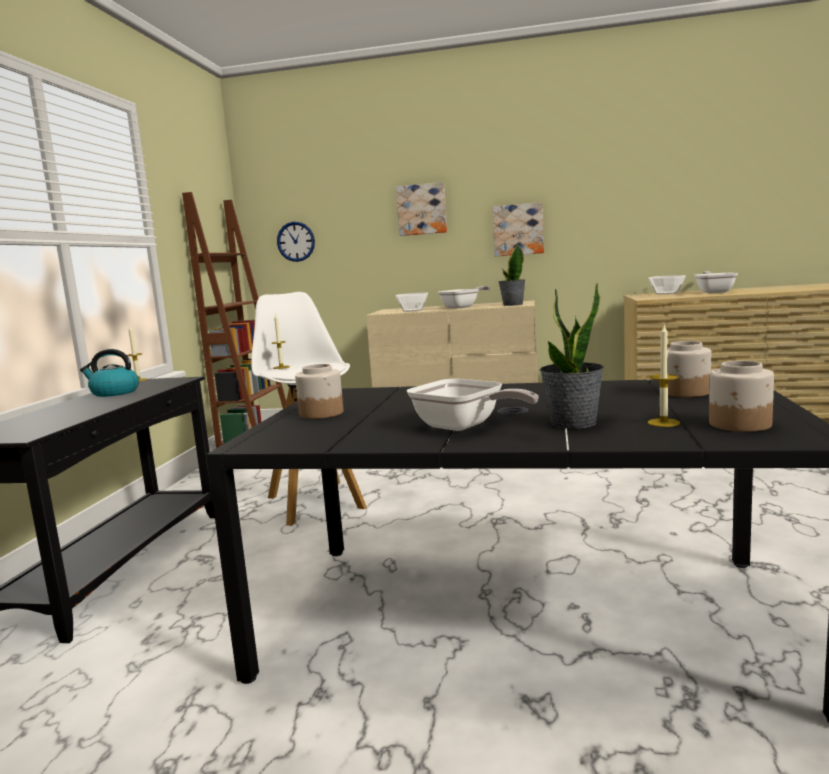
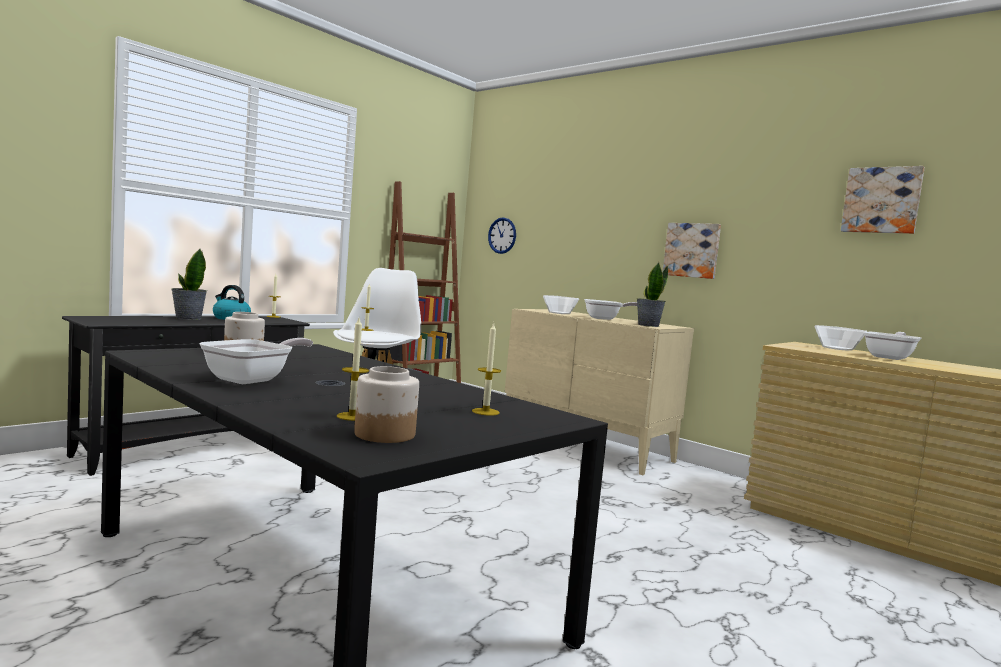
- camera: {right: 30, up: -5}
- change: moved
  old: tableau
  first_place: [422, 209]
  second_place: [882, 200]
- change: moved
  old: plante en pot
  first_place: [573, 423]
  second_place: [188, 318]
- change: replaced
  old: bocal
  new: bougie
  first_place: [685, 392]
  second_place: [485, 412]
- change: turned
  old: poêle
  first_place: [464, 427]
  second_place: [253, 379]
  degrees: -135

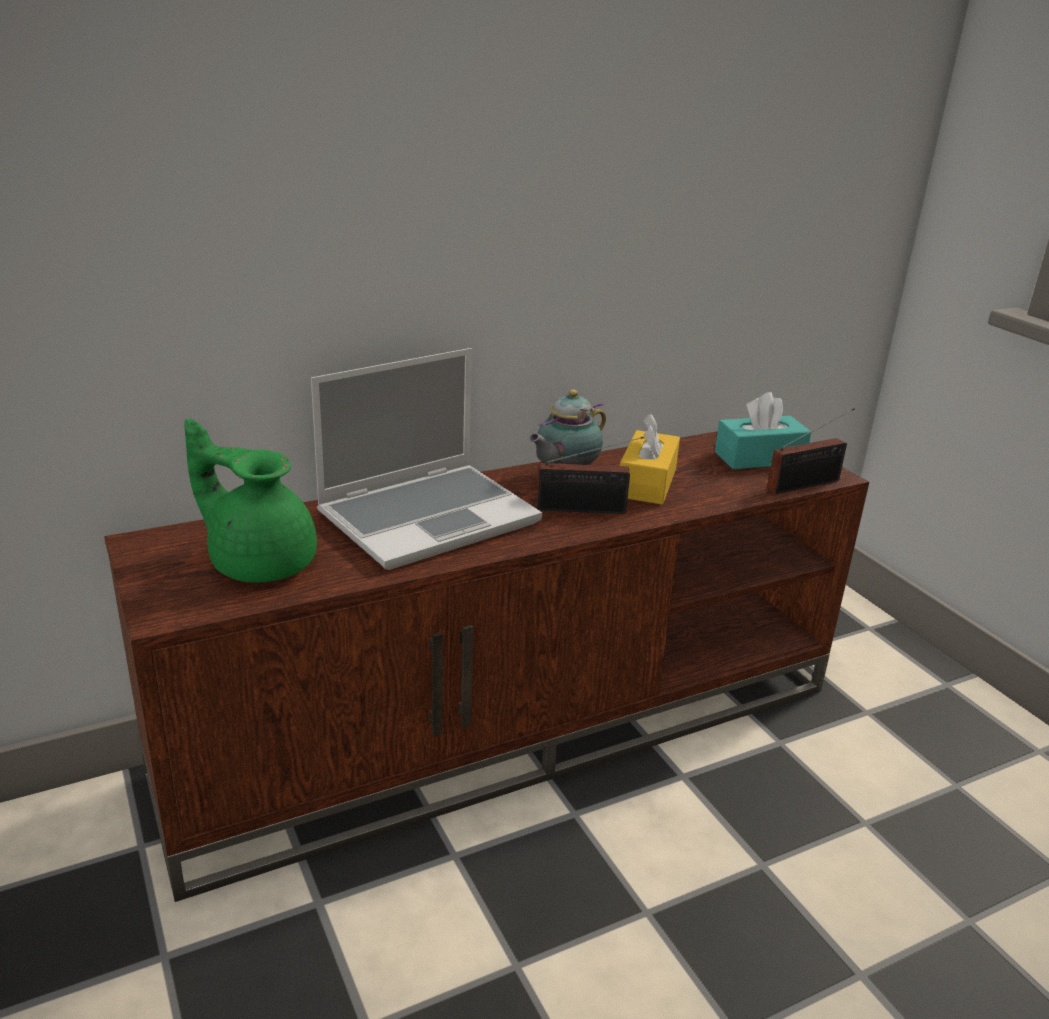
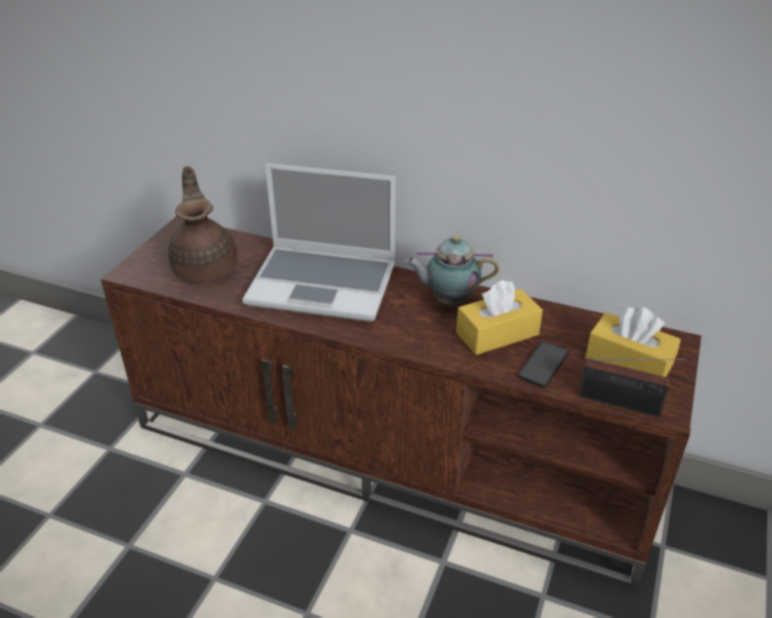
- camera: {right: 50, up: 10}
- change: recoloured
  old: boîte à mouchoirs [turquoise]
  new: boîte à mouchoirs [jaune]
  first_place: [759, 458]
  second_place: [628, 361]
- change: recoloured
  old: théière [vert]
  new: théière [marron]
  first_place: [260, 562]
  second_place: [206, 266]
- change: removed
  old: radio
  first_place: [586, 509]
- change: added
  new: téléphone
  second_place: [543, 365]

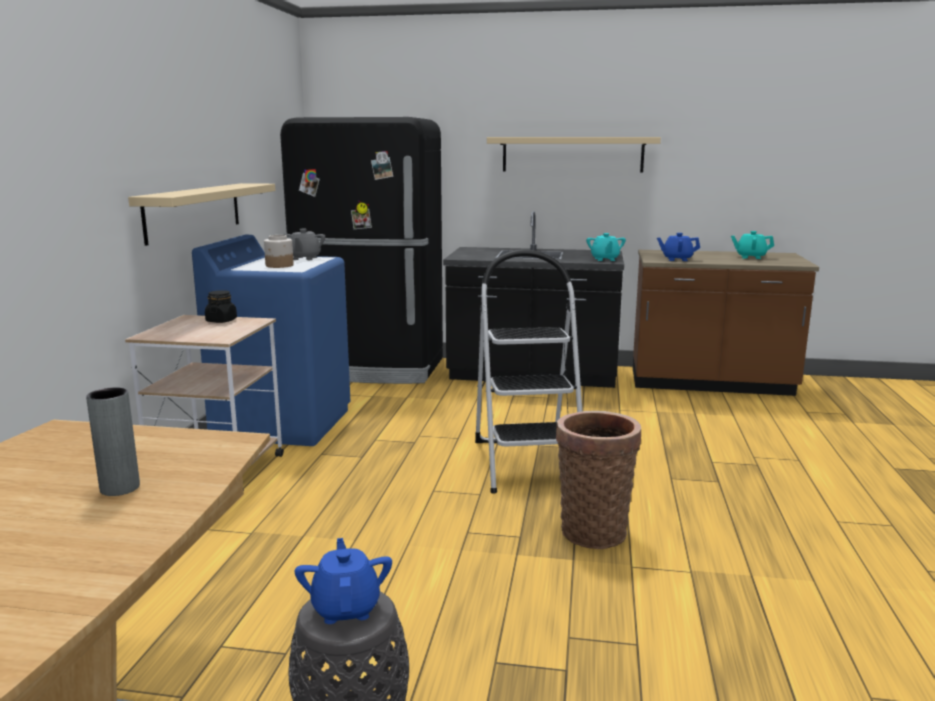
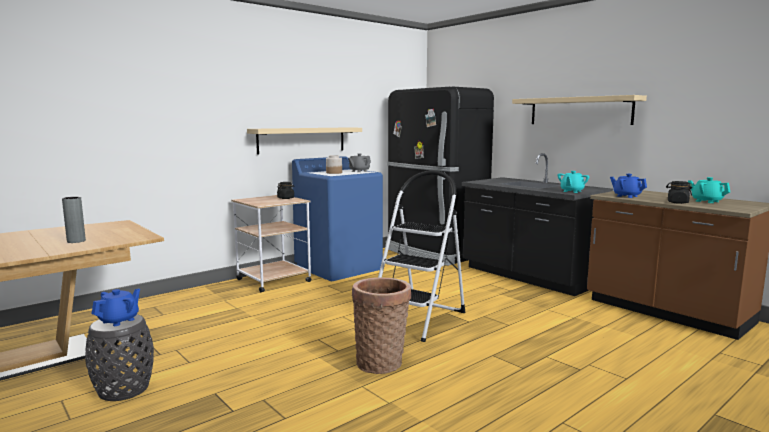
- camera: {right: 40, up: -5}
- change: added
  new: bocal [noir]
  second_place: [677, 202]

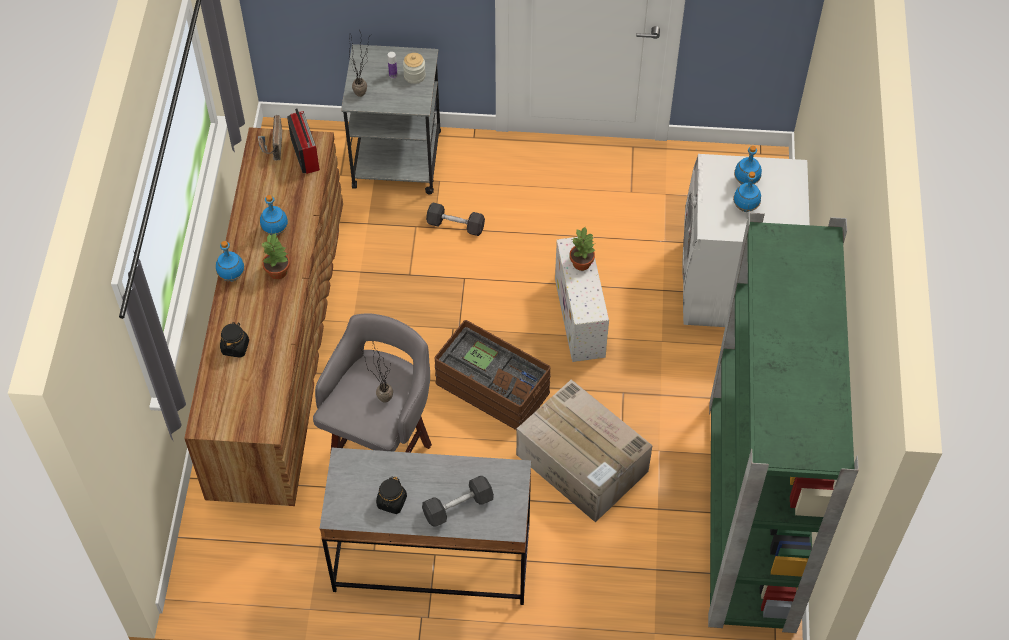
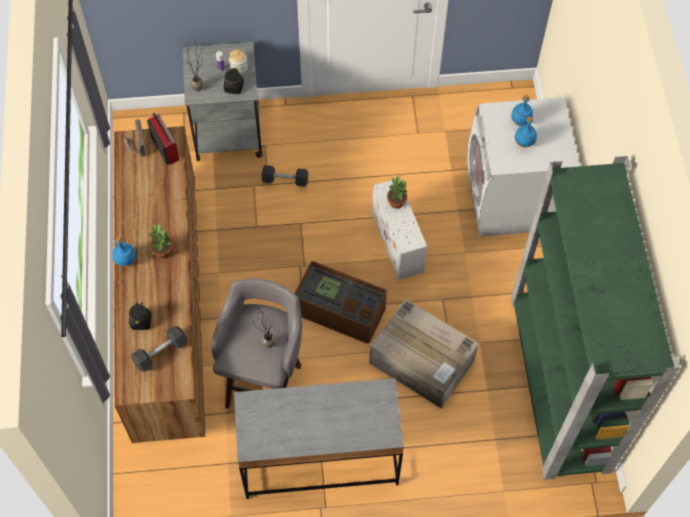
- camera: {right: -10, up: 5}
- change: removed
  old: bouteille [bleu]
  first_place: [276, 231]
- change: moved
  old: haltère [gris]
  first_place: [458, 507]
  second_place: [161, 352]
- change: moved
  old: bocal [noir]
  first_place: [392, 502]
  second_place: [234, 87]

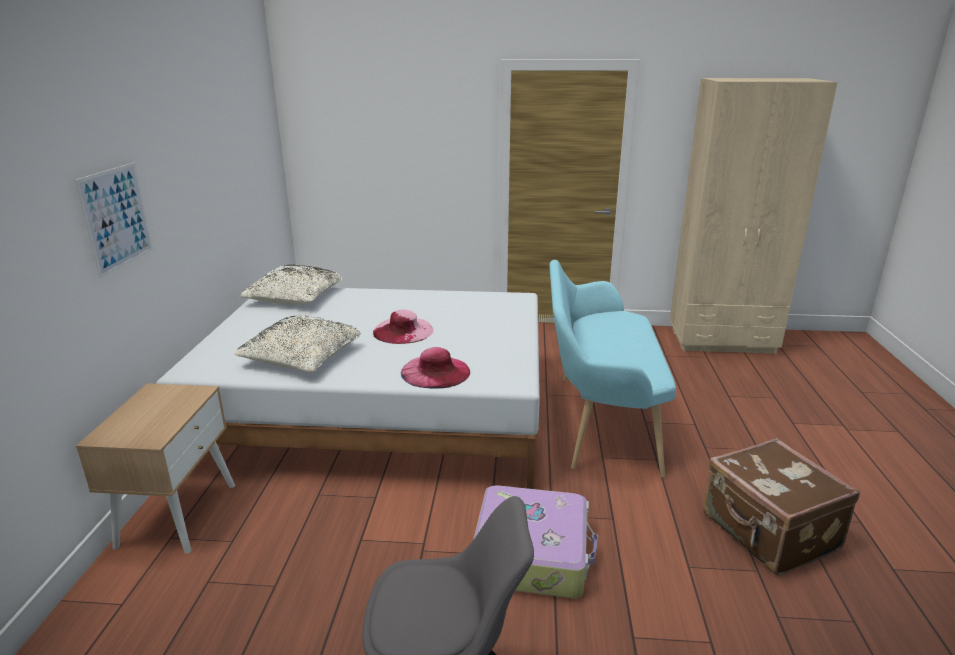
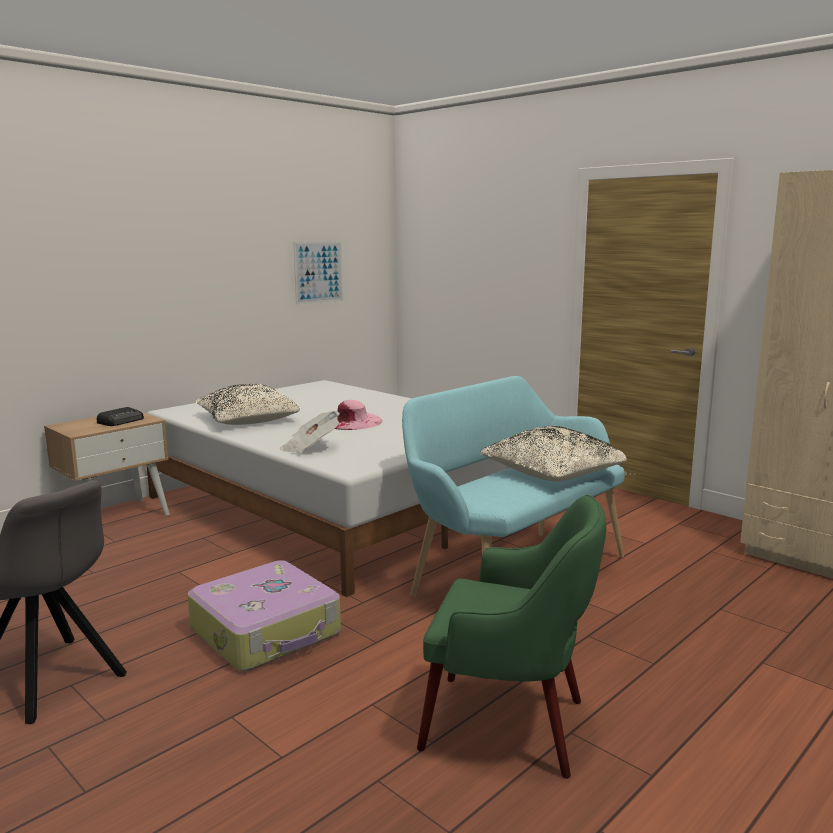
- camera: {right: 40, up: -10}
- change: moved
  old: tableau
  first_place: [117, 218]
  second_place: [318, 272]
- change: moved
  old: coussin [beige]
  first_place: [294, 297]
  second_place: [552, 471]
- change: replaced
  old: chapeau [rose]
  new: journal
  first_place: [435, 371]
  second_place: [310, 448]
- change: replaced
  old: valise [marron]
  new: fauteuil [vert]
  first_place: [768, 533]
  second_place: [508, 725]
- change: added
  new: radio
  second_place: [121, 421]

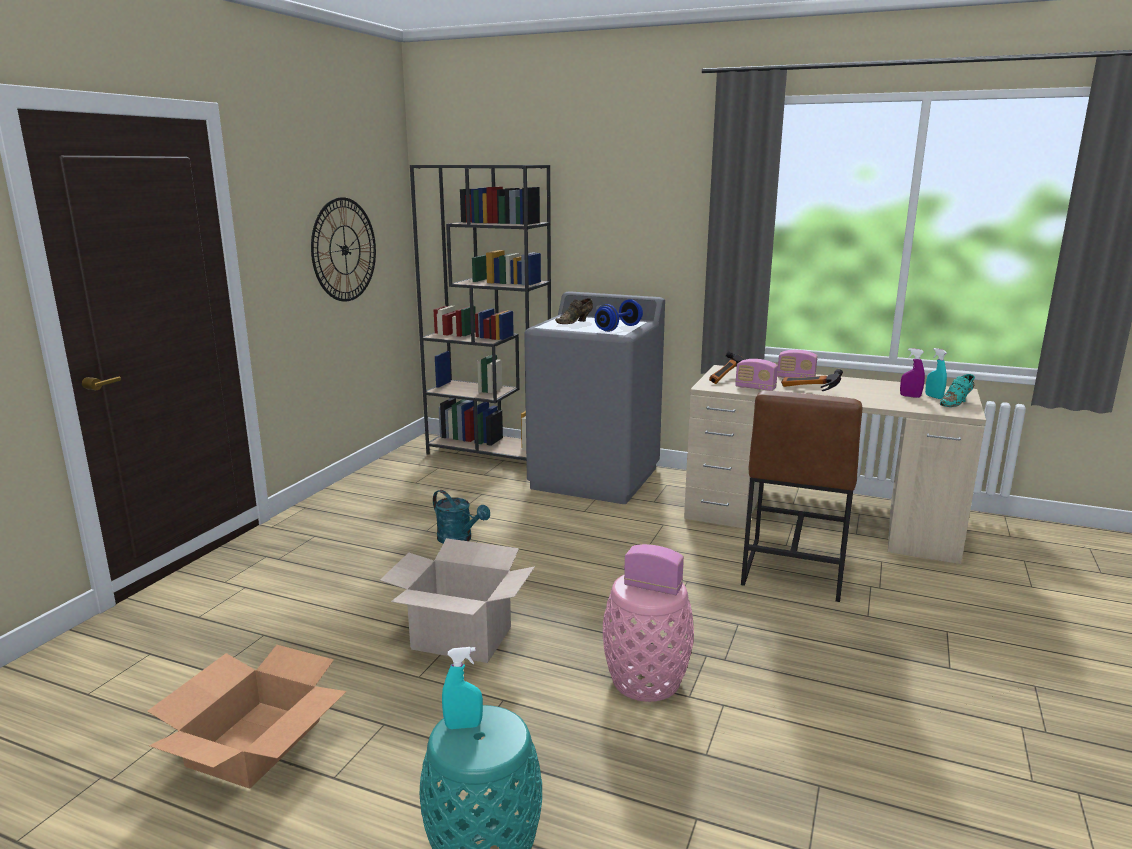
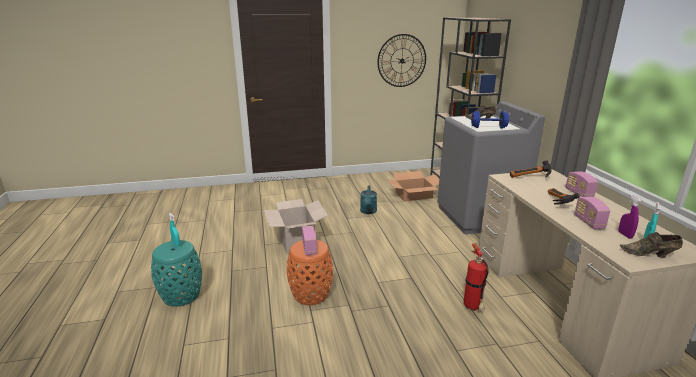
- camera: {right: 55, up: 5}
- change: moved
  old: radio
  first_place: [755, 388]
  second_place: [589, 222]
- change: recoloured
  old: chaussure [turquoise]
  new: chaussure [marron]
  first_place: [956, 403]
  second_place: [649, 254]
- change: replaced
  old: chaise [marron]
  new: extincteur
  first_place: [793, 570]
  second_place: [473, 308]
- change: recoloured
  old: tabouret [rose]
  new: tabouret [orange]
  first_place: [645, 681]
  second_place: [310, 294]
- change: moved
  old: carton
  first_place: [255, 743]
  second_place: [413, 195]

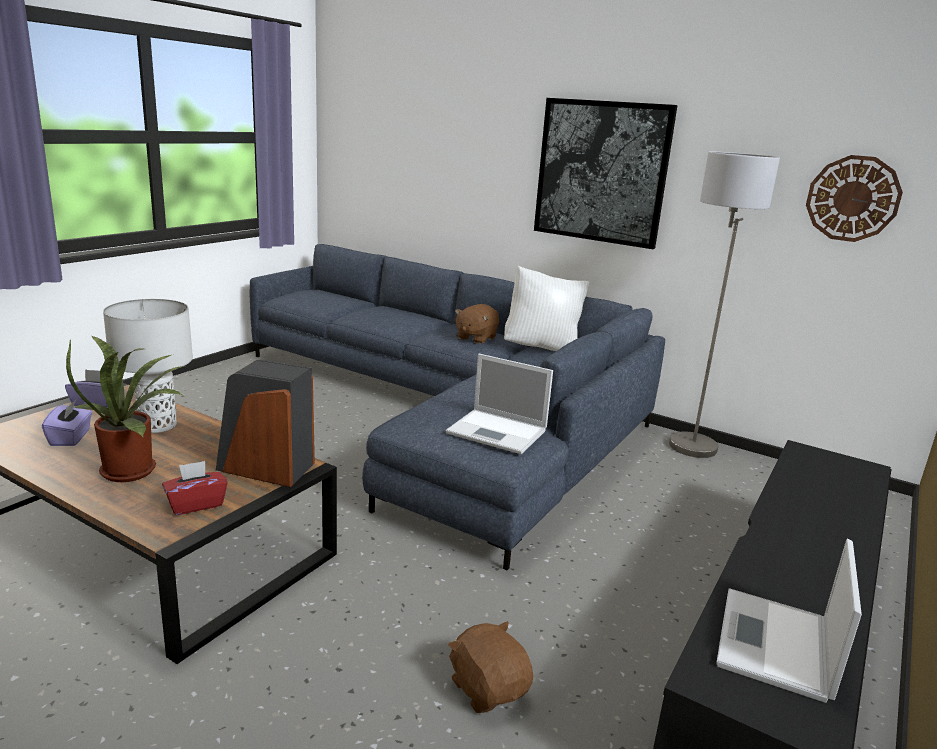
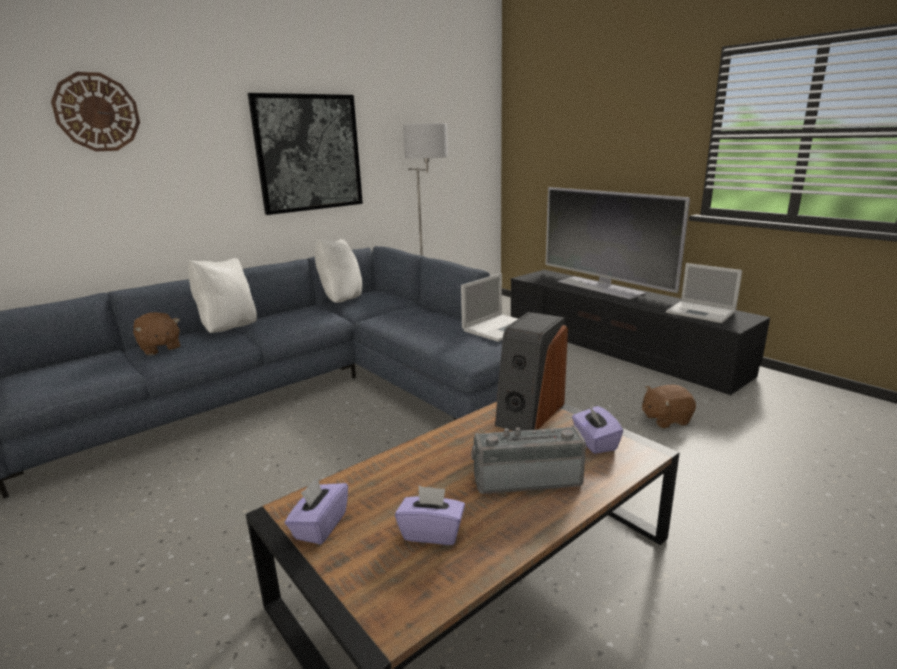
- camera: {right: -70, up: 0}
- change: moved
  old: horloge murale
  first_place: [852, 198]
  second_place: [97, 112]
- change: removed
  old: lampe de table [blanc]
  first_place: [158, 425]
- change: moved
  old: peluche [marron]
  first_place: [475, 338]
  second_place: [159, 348]
- change: replaced
  old: plante en pot
  new: radio
  first_place: [134, 470]
  second_place: [526, 478]
- change: recoloured
  old: boîte à mouchoirs [rouge]
  new: boîte à mouchoirs [violet]
  first_place: [196, 504]
  second_place: [594, 442]
- change: added
  new: téléviseur
  second_place: [601, 287]
- change: added
  new: coussin [blanc]
  second_place: [229, 329]

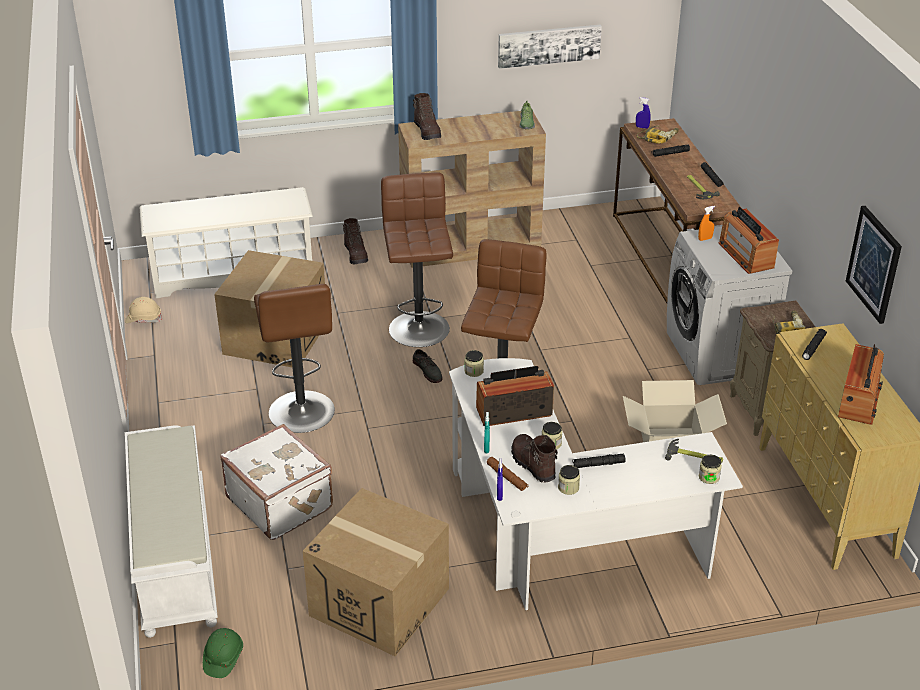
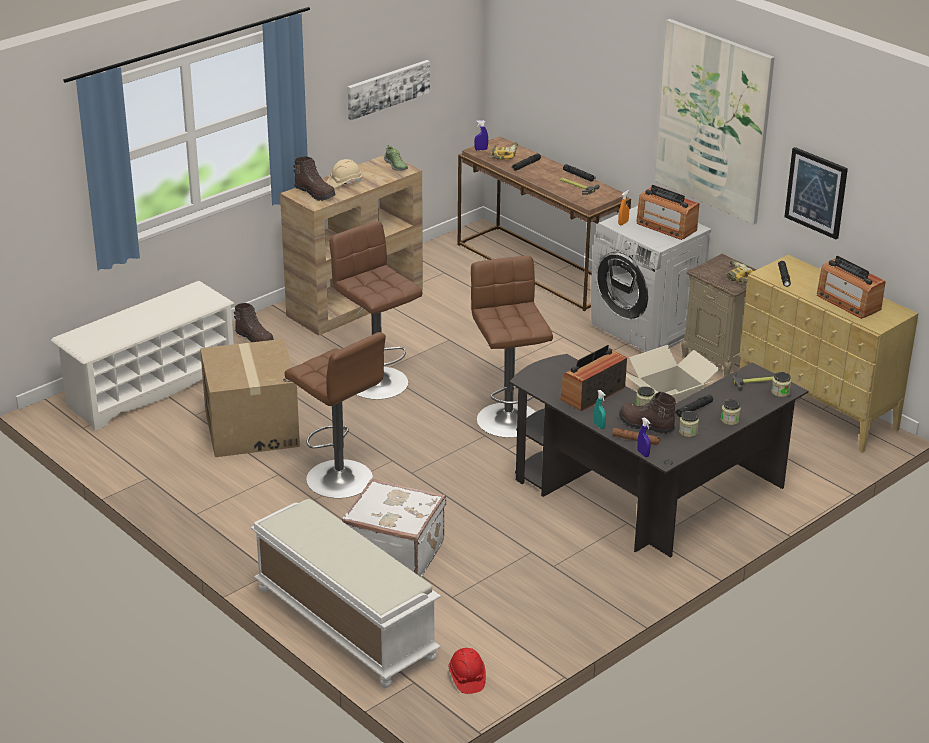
- camera: {right: -30, up: -5}
- change: moved
  old: casque de chantier [beige]
  first_place: [143, 319]
  second_place: [344, 183]
- change: turned
  old: radio
  first_place: [859, 399]
  second_place: [848, 302]
  degrees: 150
- change: removed
  old: chaussure [gris]
  first_place: [428, 370]
- change: moved
  old: bocal
  first_place: [474, 371]
  second_place: [730, 420]
- change: recoloured
  old: bureau [blanc]
  new: bureau [noir]
  first_place: [558, 539]
  second_place: [648, 500]
- change: removed
  old: carton
  first_place: [380, 602]
- change: recoloured
  old: casque de chantier [vert]
  new: casque de chantier [rouge]
  first_place: [223, 659]
  second_place: [467, 678]
- change: added
  new: tableau
  second_place: [713, 121]

